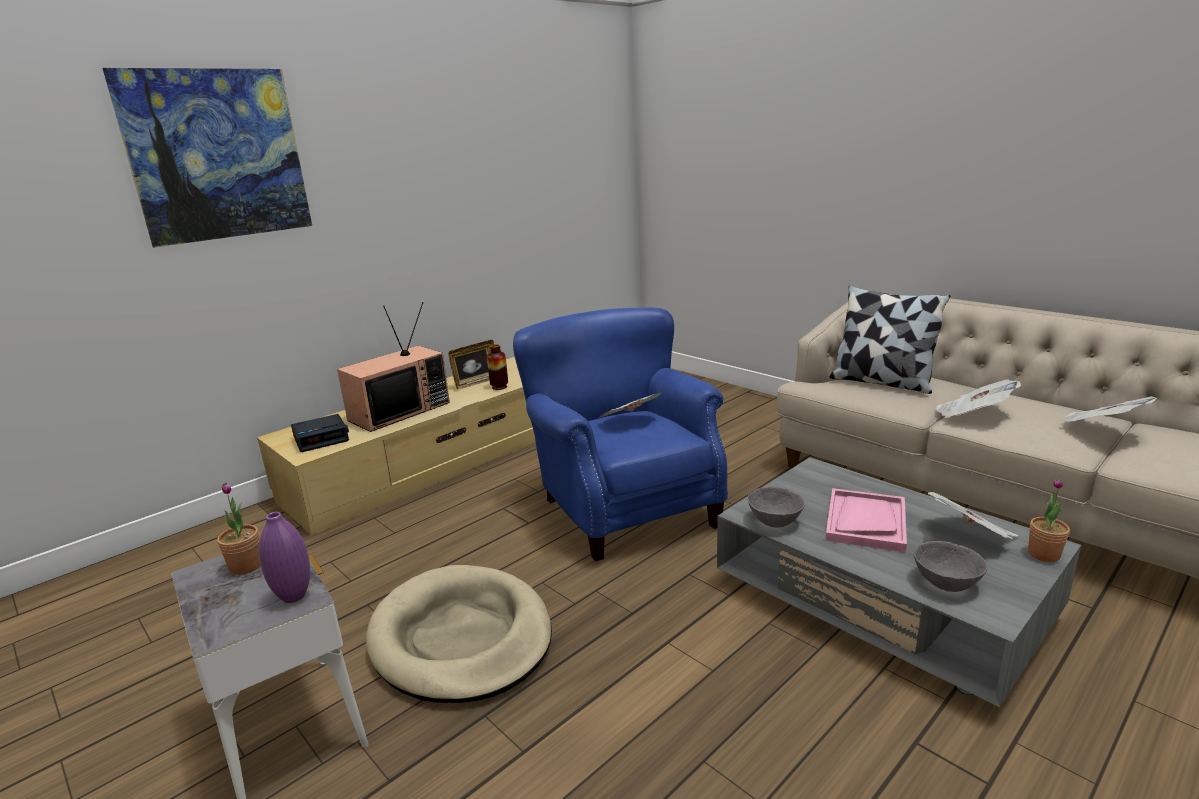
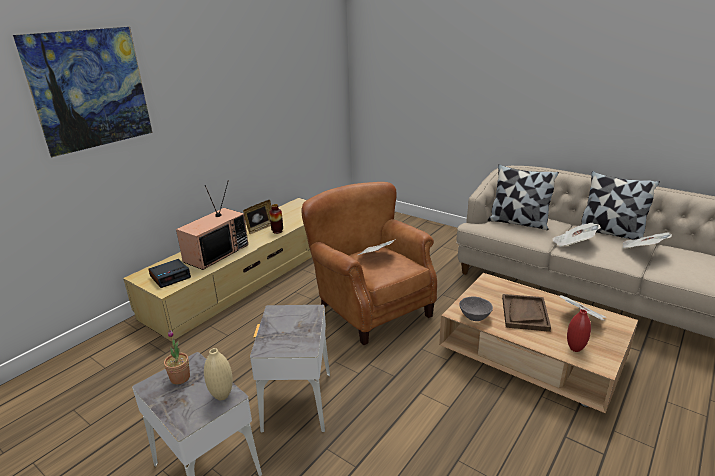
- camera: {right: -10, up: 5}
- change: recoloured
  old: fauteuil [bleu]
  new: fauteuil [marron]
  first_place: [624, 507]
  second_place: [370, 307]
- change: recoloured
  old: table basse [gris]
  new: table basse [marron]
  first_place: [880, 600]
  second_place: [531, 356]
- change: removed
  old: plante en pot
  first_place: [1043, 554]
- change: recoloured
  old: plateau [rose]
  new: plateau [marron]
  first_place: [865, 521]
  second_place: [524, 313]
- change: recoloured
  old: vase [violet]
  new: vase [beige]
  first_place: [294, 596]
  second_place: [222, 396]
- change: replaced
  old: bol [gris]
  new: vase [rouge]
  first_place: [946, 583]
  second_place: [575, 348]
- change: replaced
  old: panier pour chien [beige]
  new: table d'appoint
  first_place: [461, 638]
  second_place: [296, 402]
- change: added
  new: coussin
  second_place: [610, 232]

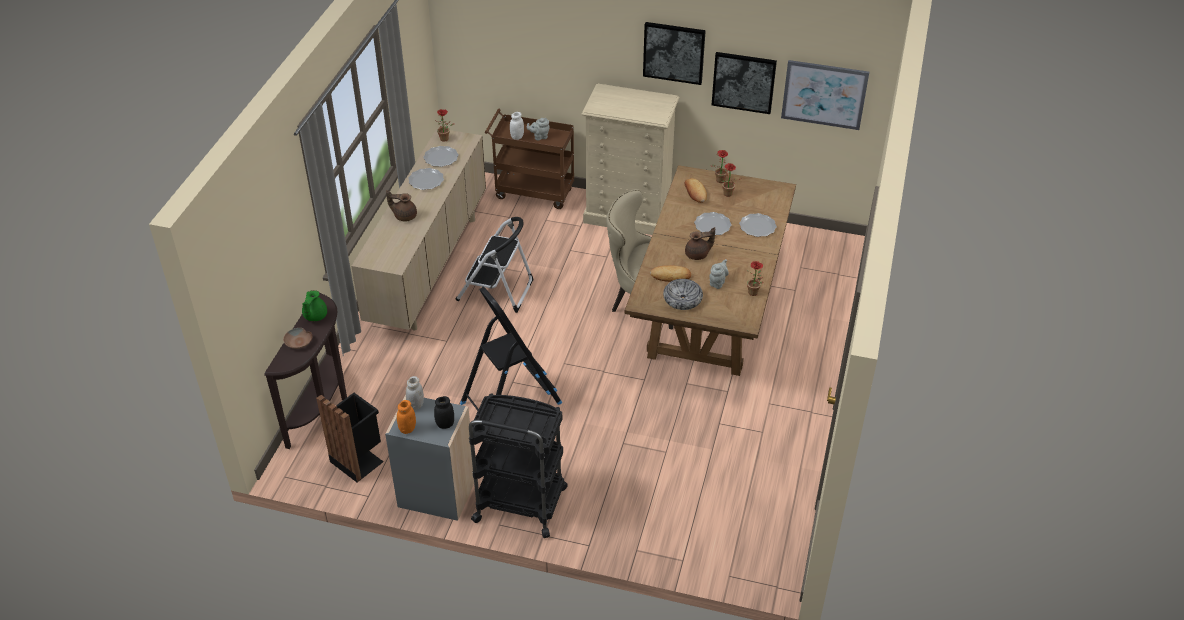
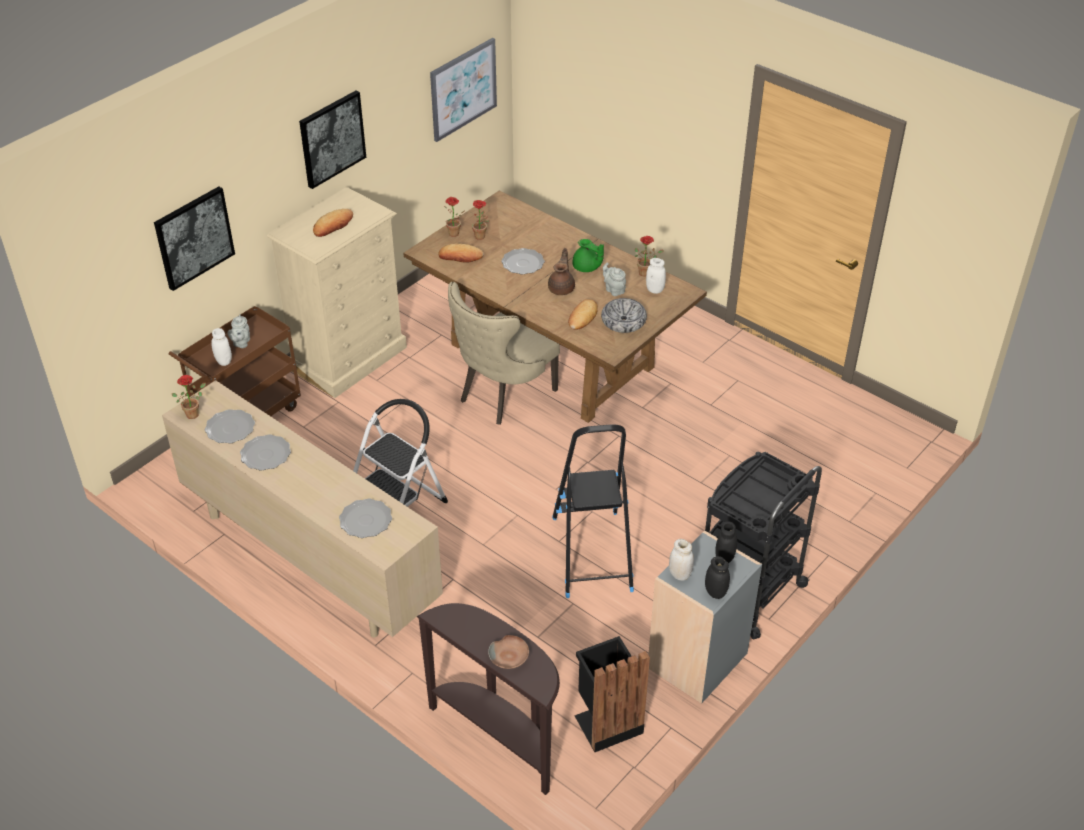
- camera: {right: -65, up: 0}
- change: moved
  old: tableau
  first_place: [743, 82]
  second_place: [194, 237]
- change: removed
  old: théière [marron]
  first_place: [404, 216]
- change: moved
  old: assiette
  first_place: [757, 227]
  second_place: [366, 520]
- change: moved
  old: théière [vert]
  first_place: [314, 316]
  second_place: [586, 268]
- change: recoloured
  old: bocal [orange]
  new: bocal [noir]
  first_place: [407, 429]
  second_place: [715, 592]
- change: added
  new: pain
  second_place: [333, 225]
- change: added
  new: bocal [blanc]
  second_place: [655, 290]

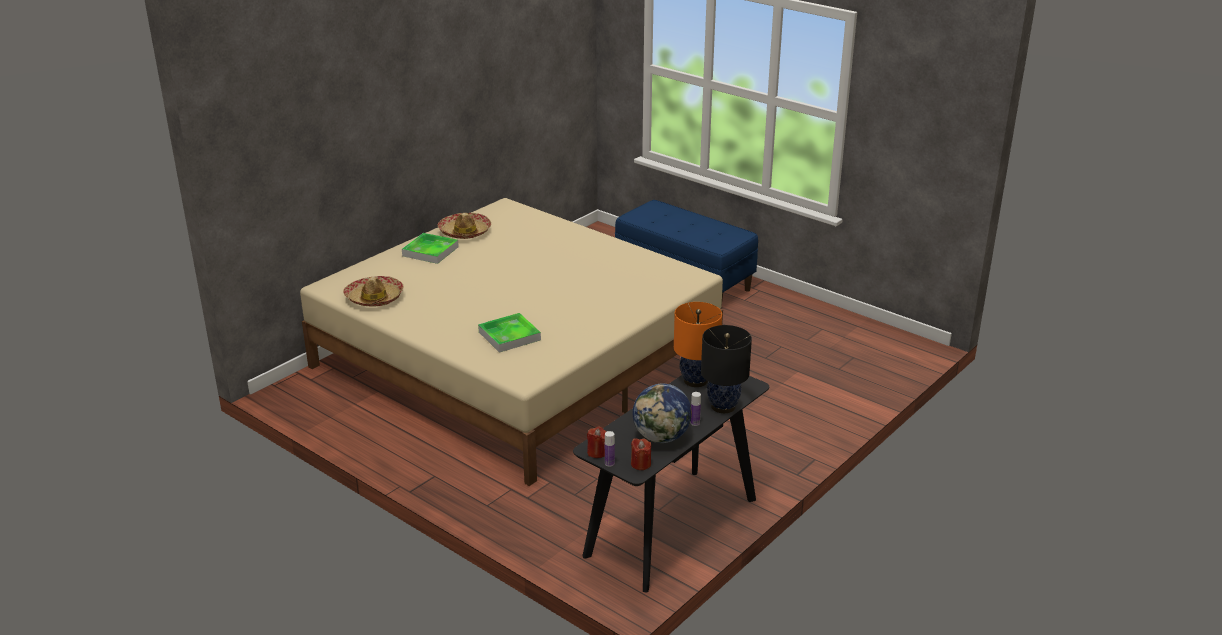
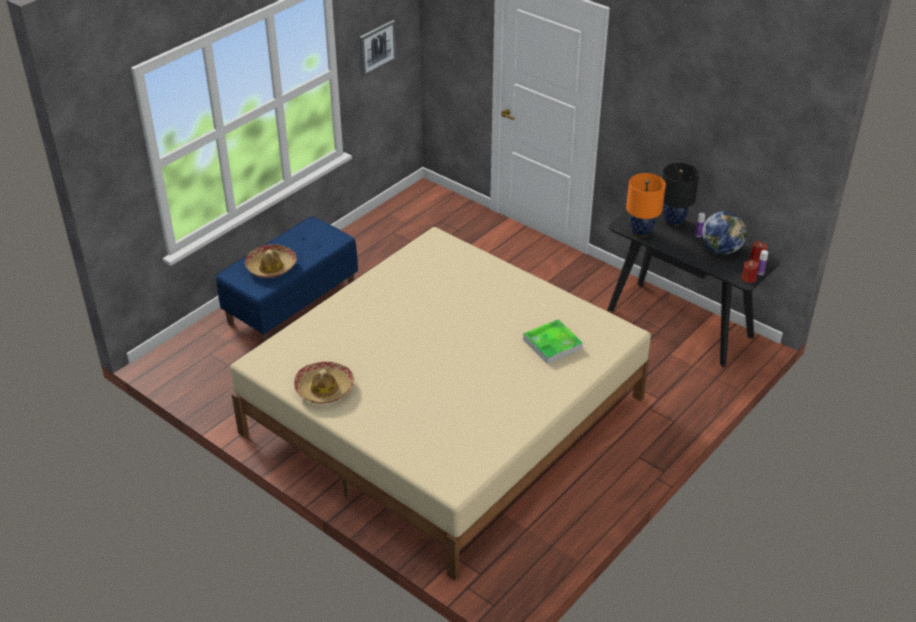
- camera: {right: -90, up: 10}
- change: removed
  old: plateau
  first_place: [430, 251]
- change: moved
  old: chapeau
  first_place: [374, 298]
  second_place: [271, 267]
- change: added
  new: tableau
  second_place: [377, 47]

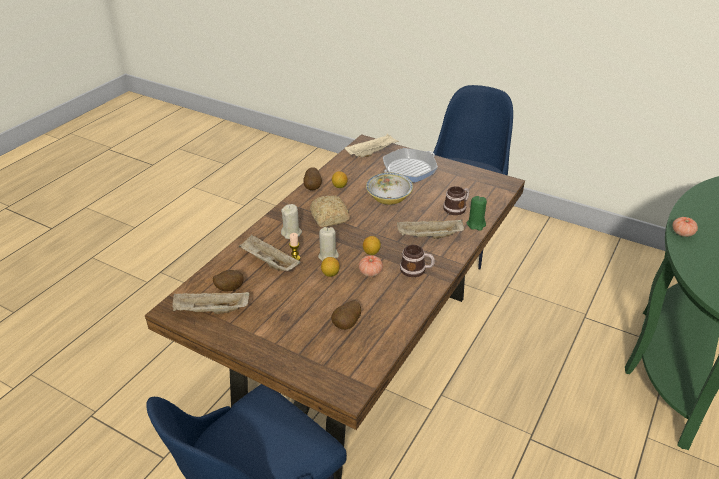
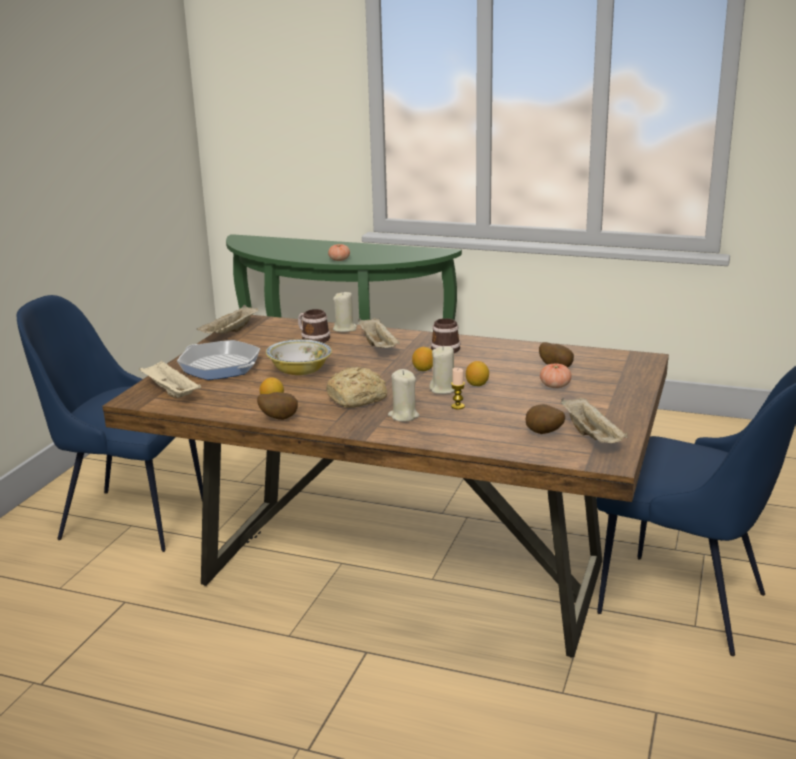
- camera: {right: -100, up: -15}
- change: recoloured
  old: bougie [vert]
  new: bougie [beige]
  first_place: [476, 224]
  second_place: [345, 329]
- change: moved
  old: plateau [beige]
  first_place: [268, 263]
  second_place: [230, 333]
- change: moved
  old: tomate
  first_place: [370, 272]
  second_place: [555, 386]

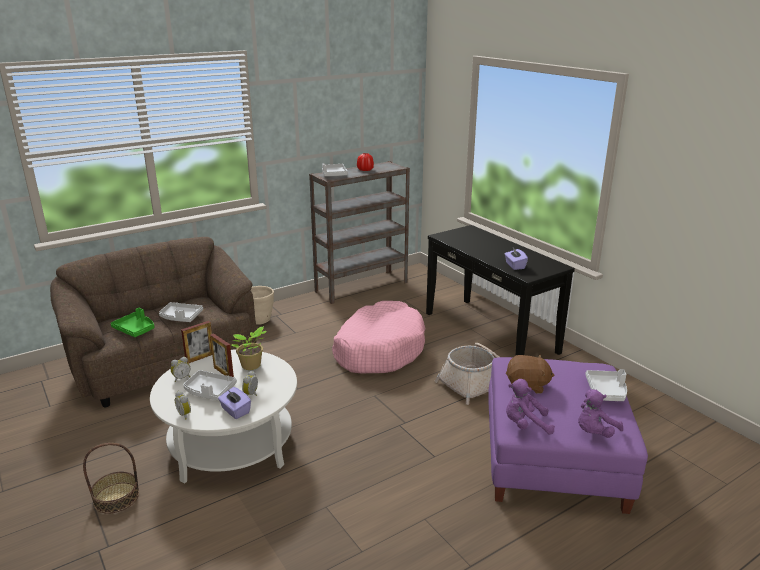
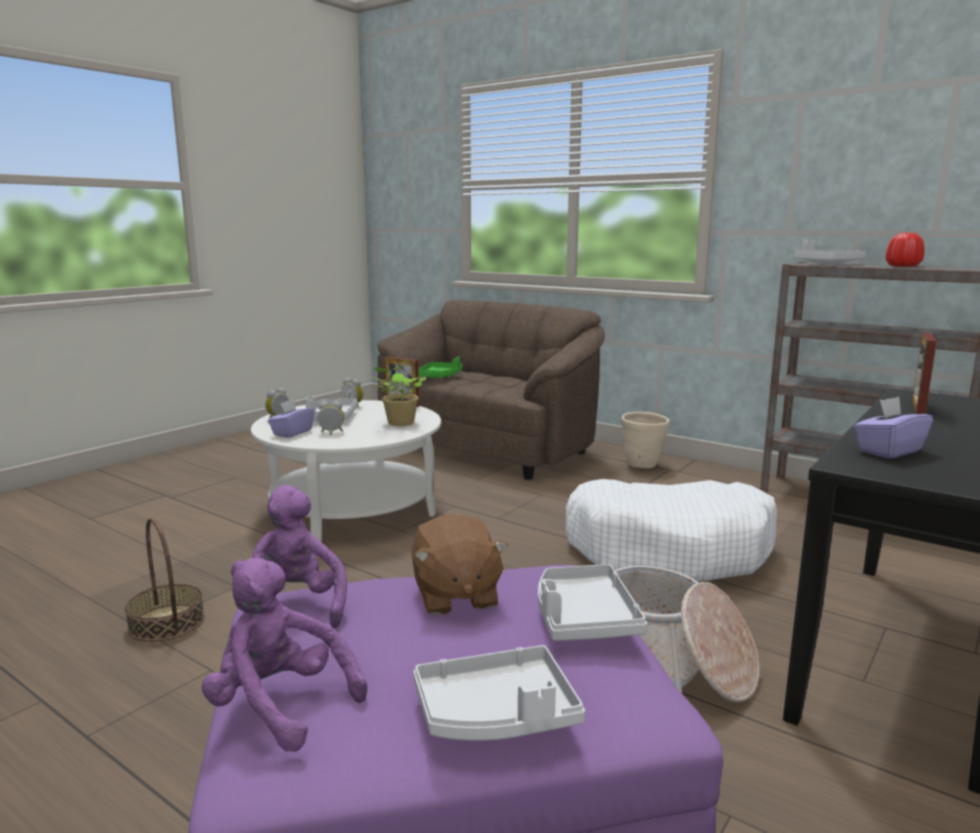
- camera: {right: 70, up: -10}
- change: recoloured
  old: panier pour chien [rose]
  new: panier pour chien [blanc]
  first_place: [379, 349]
  second_place: [670, 551]
- change: moved
  old: plateau [gris]
  first_place: [181, 317]
  second_place: [583, 618]
- change: moved
  old: cadre photo
  first_place: [223, 372]
  second_place: [918, 408]
- change: moved
  old: panier
  first_place: [116, 497]
  second_place: [167, 622]

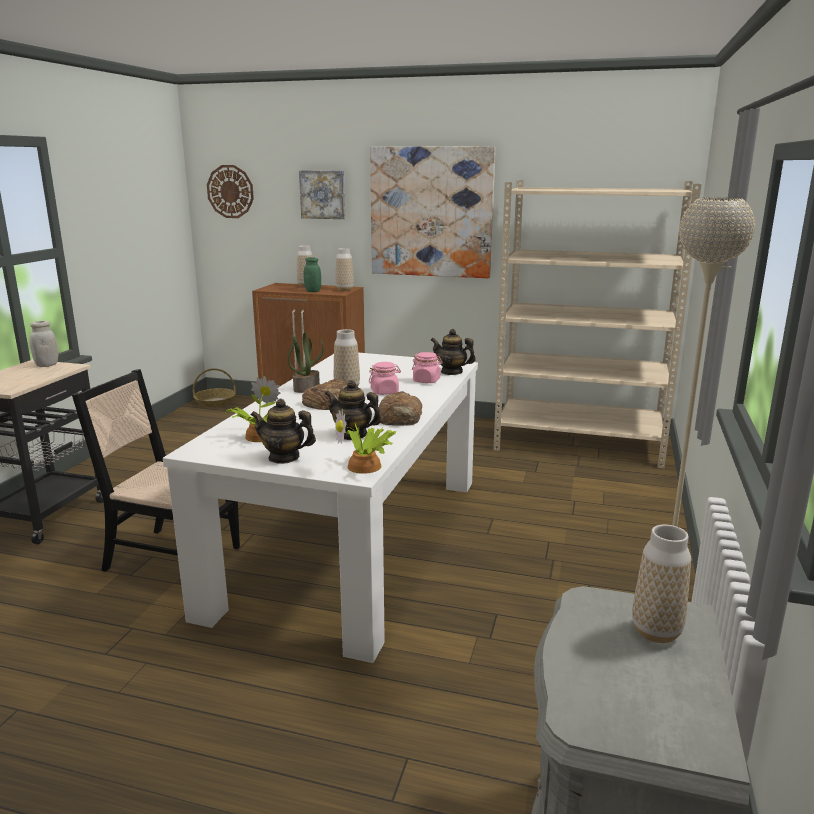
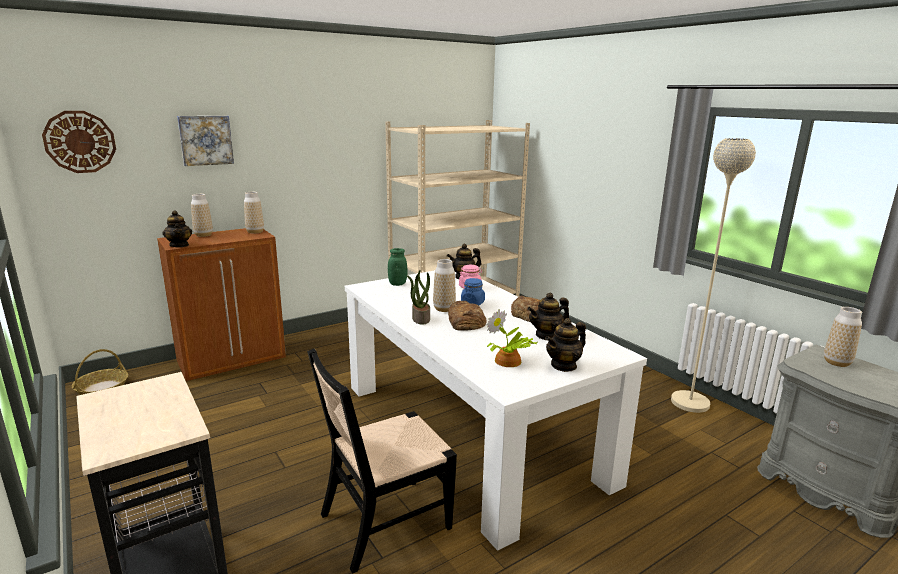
- camera: {right: -50, up: 0}
- change: removed
  old: tableau
  first_place: [431, 212]
- change: moved
  old: bocal [vert]
  first_place: [313, 291]
  second_place: [397, 284]
- change: removed
  old: bocal [blanc]
  first_place: [47, 365]
- change: recoloured
  old: bocal [rose]
  new: bocal [bleu]
  first_place: [384, 392]
  second_place: [472, 303]
- change: removed
  old: plante en pot
  first_place: [366, 466]
- change: added
  new: théière
  second_place: [179, 245]

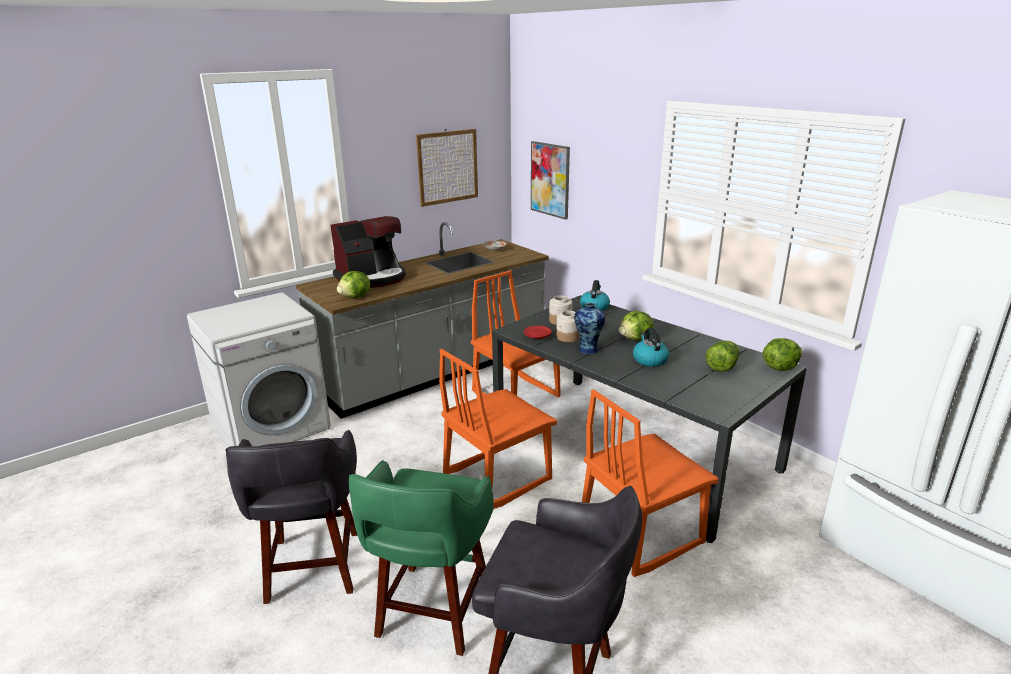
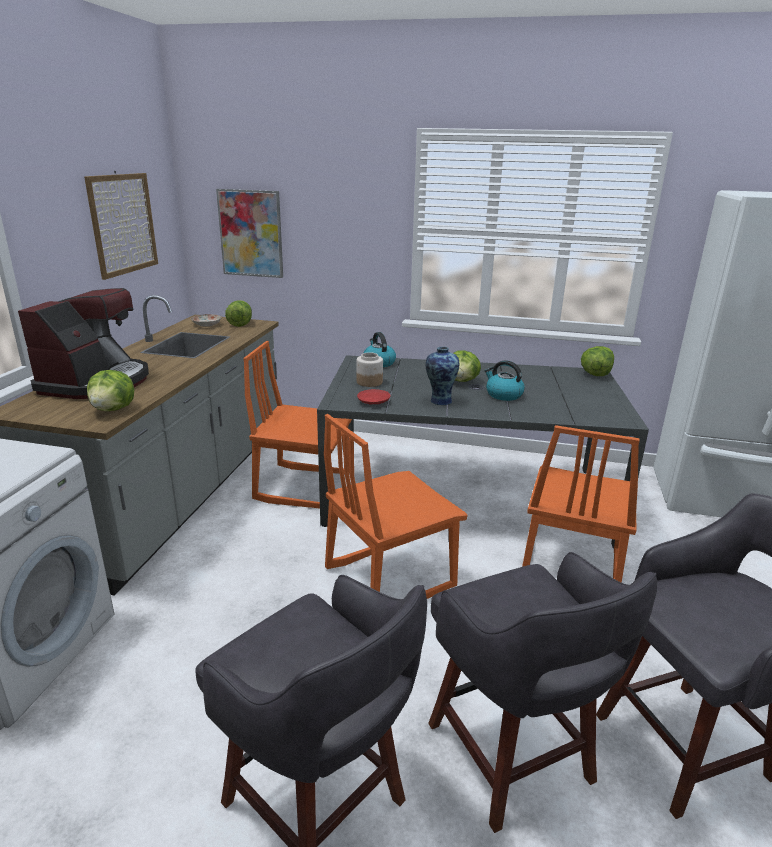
- camera: {right: -40, up: 0}
- change: removed
  old: bocal
  first_place: [568, 337]
- change: moved
  old: laitue
  first_place: [722, 366]
  second_place: [240, 324]
- change: turned
  old: chaise [orange]
  first_place: [496, 477]
  second_place: [389, 577]
  degrees: 45
- change: recoloured
  old: tabouret [vert]
  new: tabouret [gris]
  first_place: [431, 613]
  second_place: [512, 759]

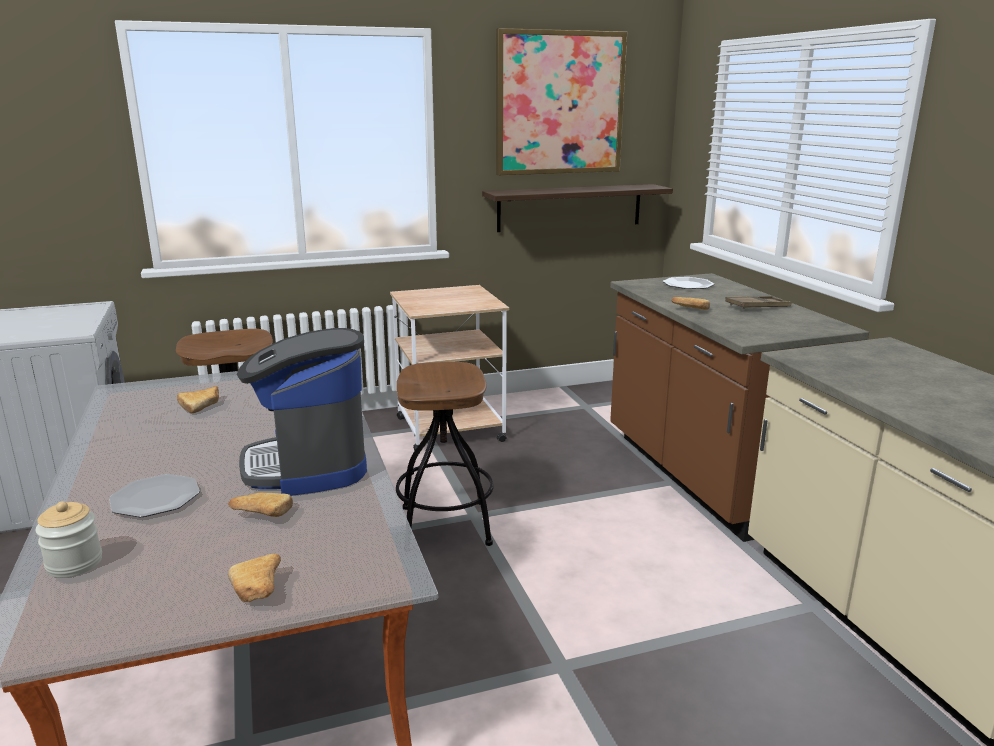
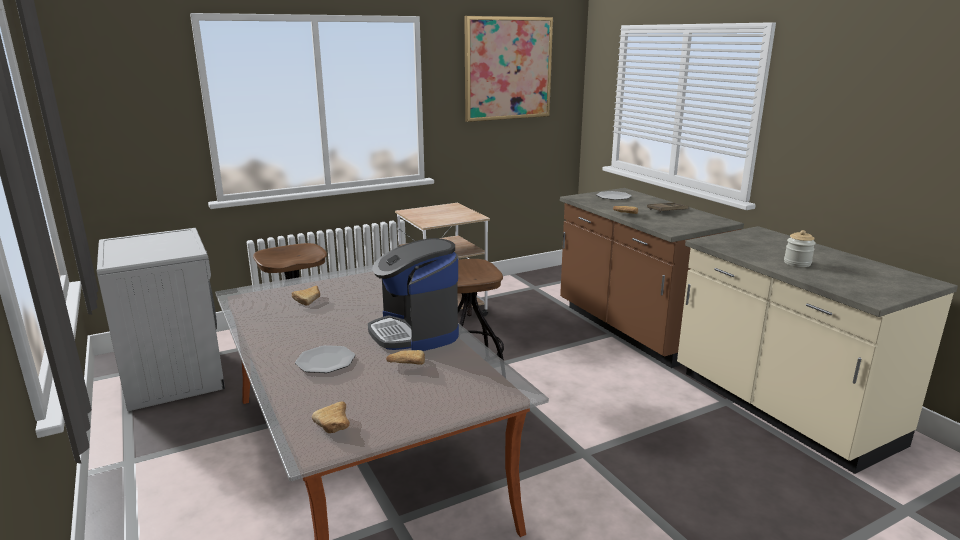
- camera: {right: -10, up: 0}
- change: removed
  old: étagère
  first_place: [570, 207]
- change: moved
  old: bocal
  first_place: [74, 563]
  second_place: [797, 263]
- change: moved
  old: pain
  first_place: [257, 591]
  second_place: [334, 427]

